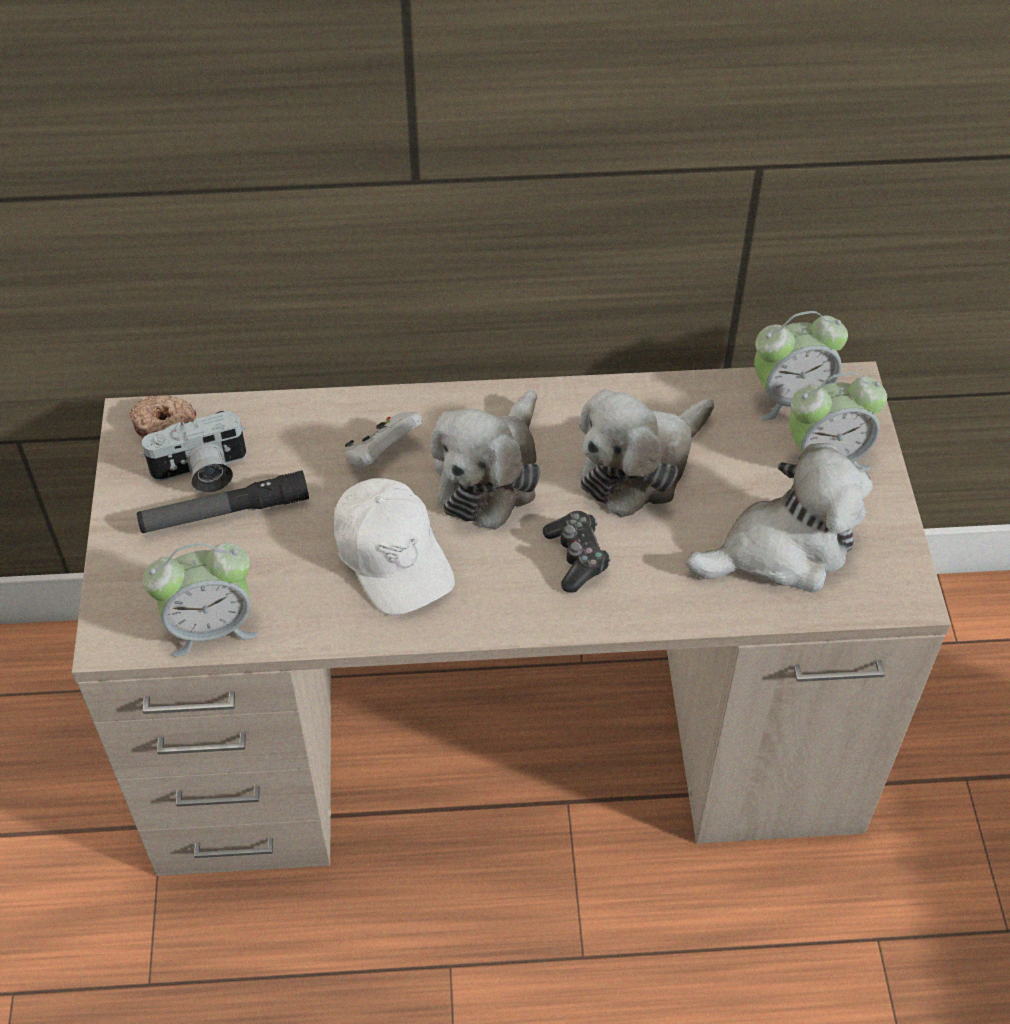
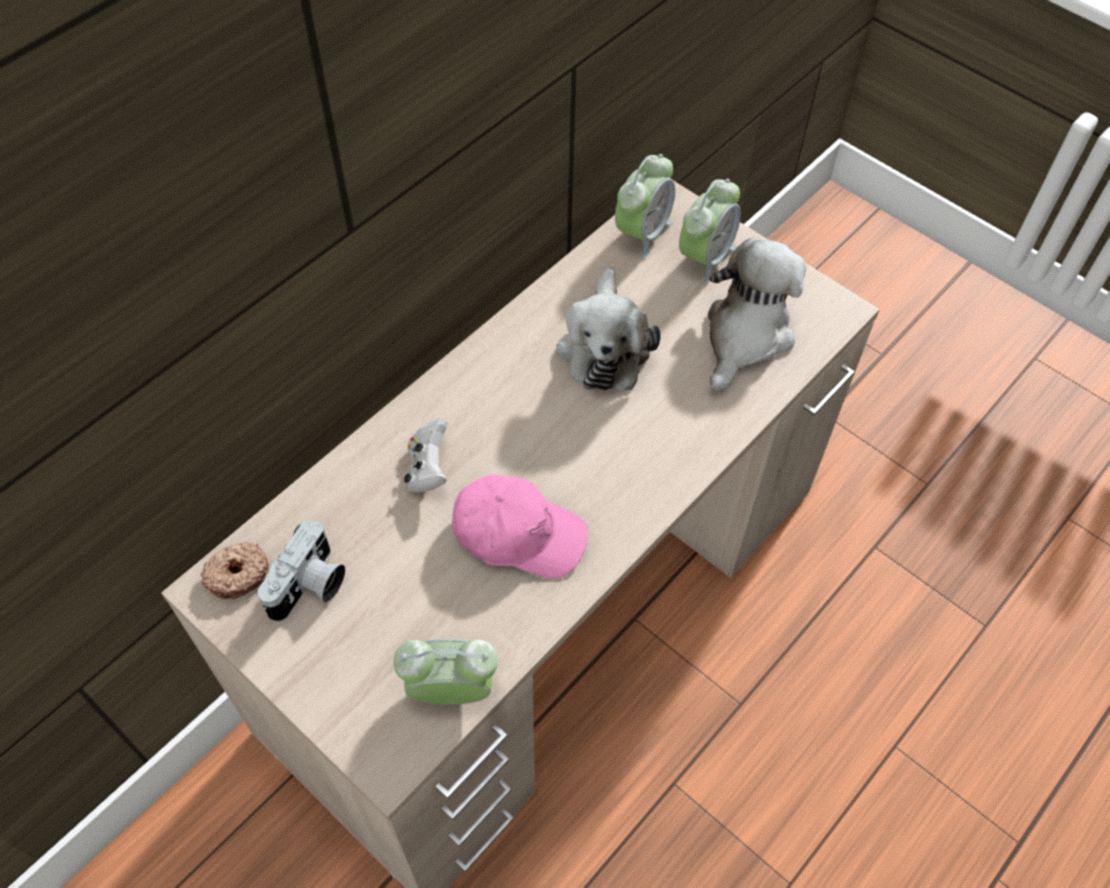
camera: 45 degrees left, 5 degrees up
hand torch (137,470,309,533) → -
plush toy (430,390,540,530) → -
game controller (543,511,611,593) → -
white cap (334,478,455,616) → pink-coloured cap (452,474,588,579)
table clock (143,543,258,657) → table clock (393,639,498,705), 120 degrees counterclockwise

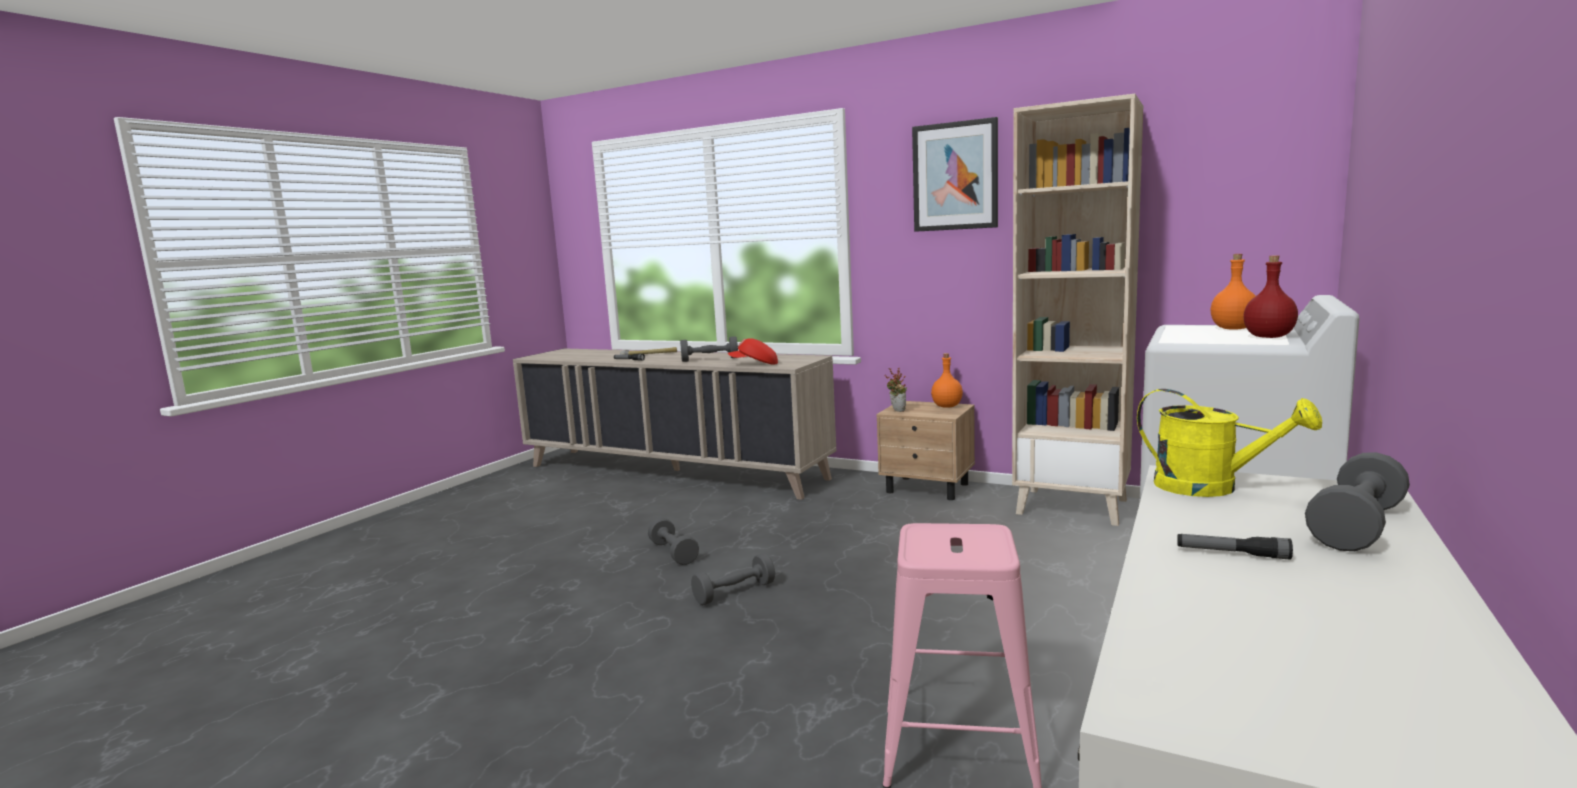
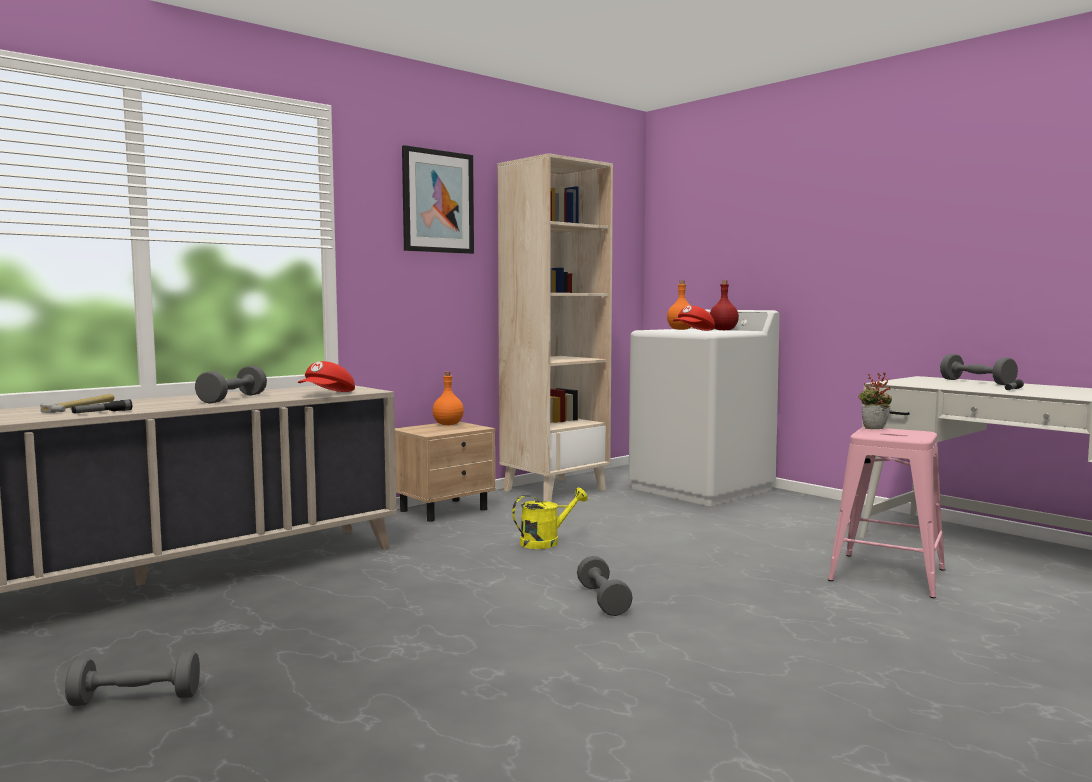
camera: 70 degrees left, 5 degrees down
- → red-coloured cap (673,306,715,331)
grey free weight (648,518,699,565) → grey free weight (65,651,200,706), relocated
houseplant (884,368,907,412) → houseplant (858,373,892,429), relocated
yellowish watering pot (1137,389,1322,497) → yellowish watering pot (512,488,588,549), relocated

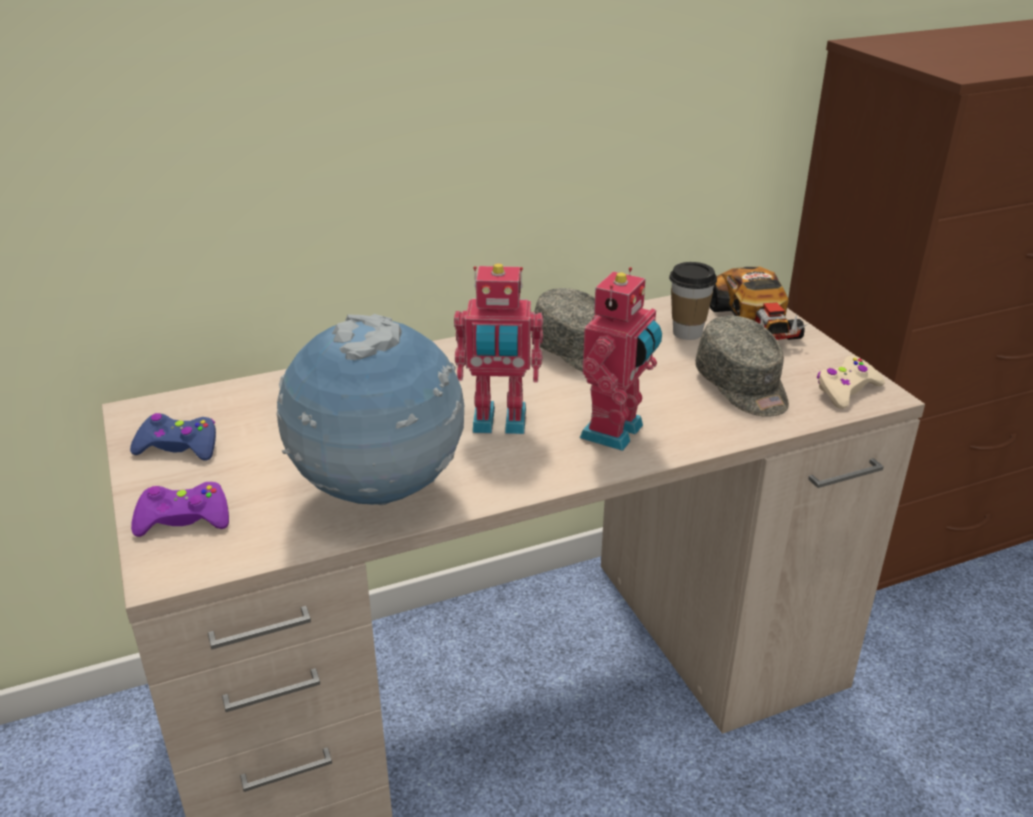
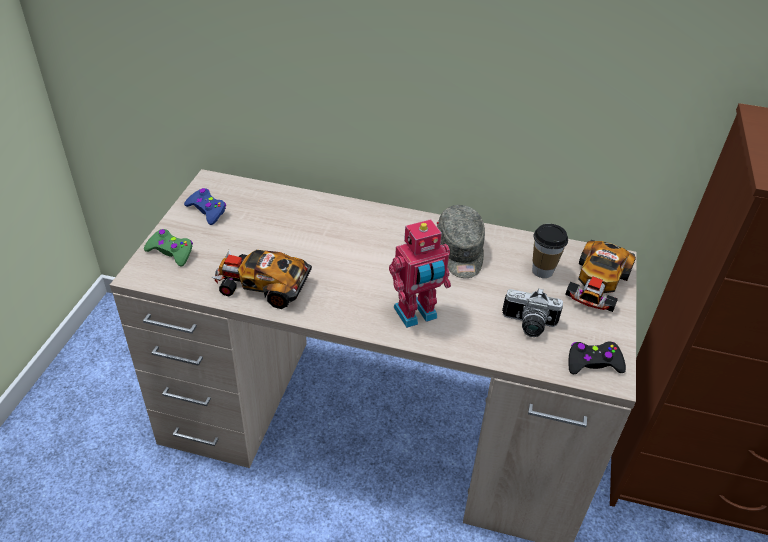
camera: 35 degrees right, 10 degrees up
model robot (454,263,543,434) → -
world globe (276,314,464,505) → toy car (211,250,312,309)
grey cap (695,316,789,417) → photo camera (502,288,563,337)
purplish game controller (131,482,229,537) → greenish game controller (144,229,193,267)
beige-coloured game controller (817,356,885,409) → blackish game controller (569,342,626,374)

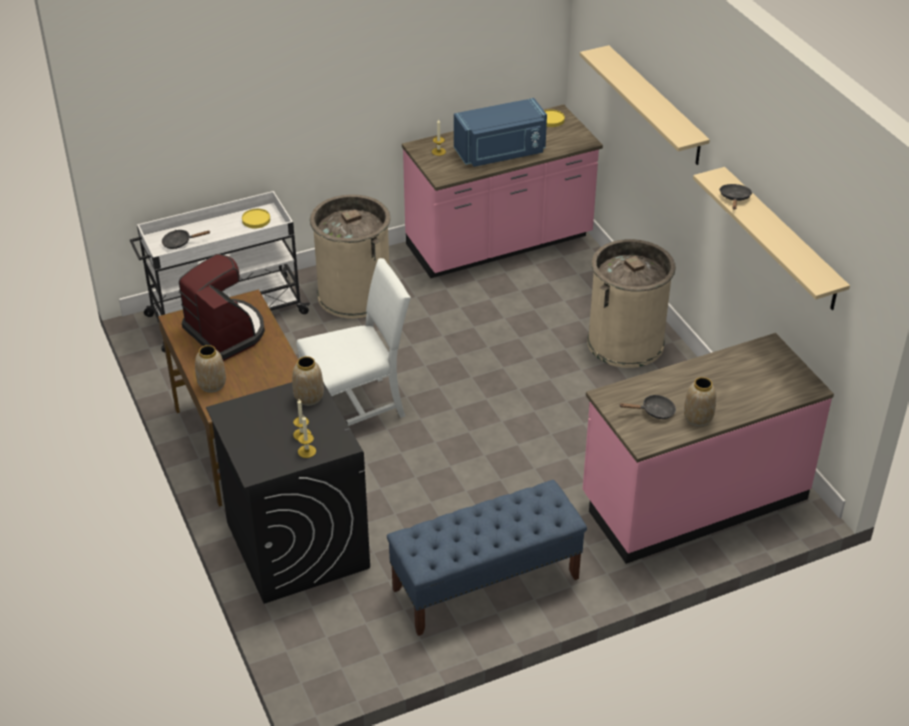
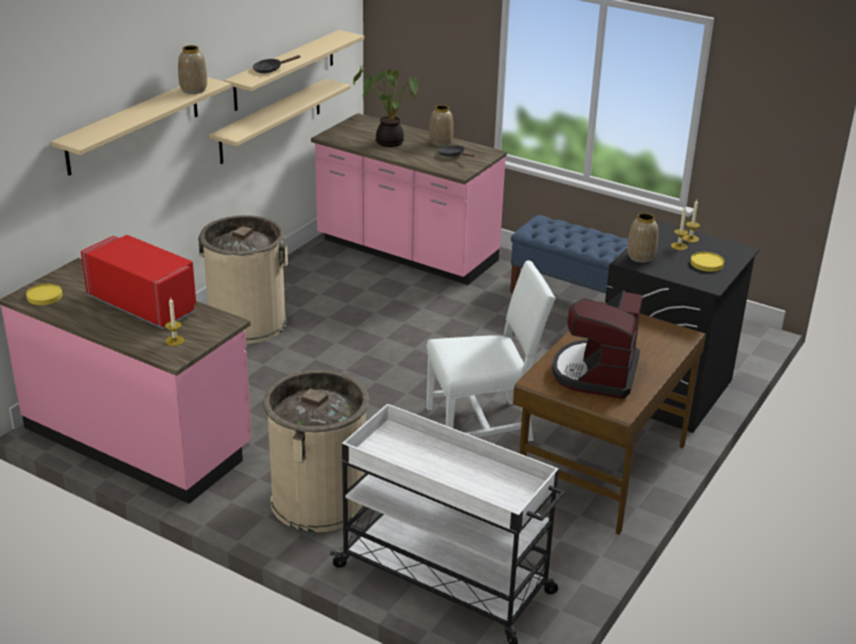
camera: 125 degrees left, 10 degrees down
blackish frying pan (162,230,211,249) → -
- → beige-coloured bracket shelf (209,79,351,164)
- → houseplant (353,66,418,147)
vase (195,345,226,393) → vase (178,45,207,94), relocated
yellowish flat dish (242,209,270,228) → yellowish flat dish (690,252,724,272), relocated
blue-coloured microwave oven (454,98,547,167) → red-coloured microwave oven (81,235,196,329)
white chair (296,258,411,426) → white chair (426,260,556,441), 135 degrees clockwise

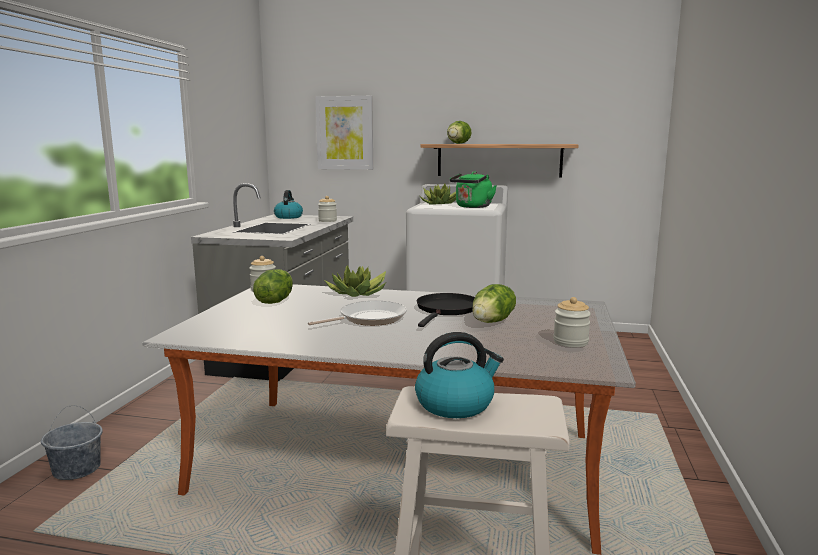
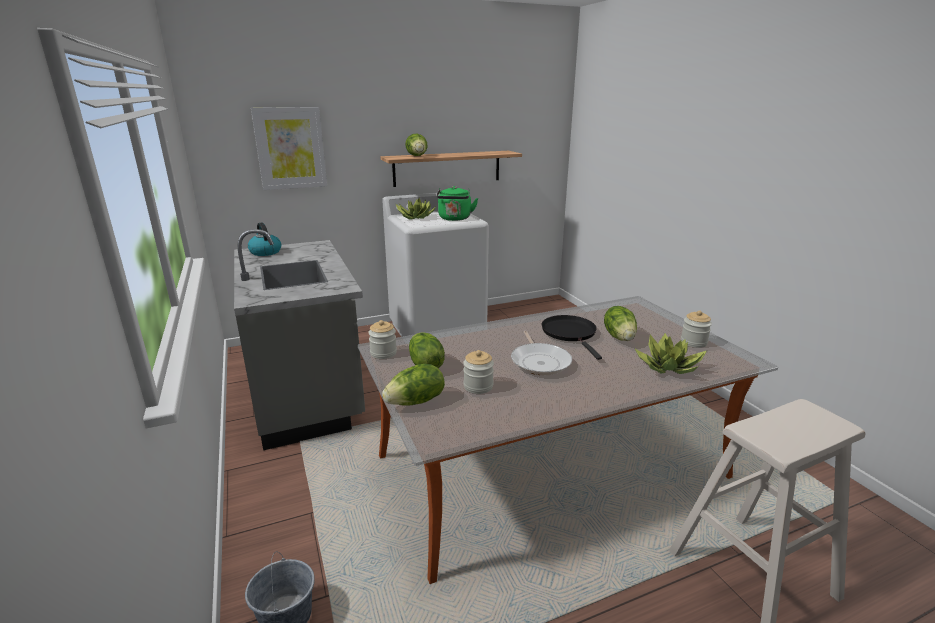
camera: 35 degrees left, 10 degrees up
tea kettle (415,332,504,418) → -
- → head of lettuce (382,364,445,406)
jar (318,196,337,222) → jar (463,350,494,394), relocated
houseplant (325,265,386,297) → houseplant (635,333,707,374), relocated
frying pan (308,301,407,326) → frying pan (511,331,572,375), 150 degrees clockwise

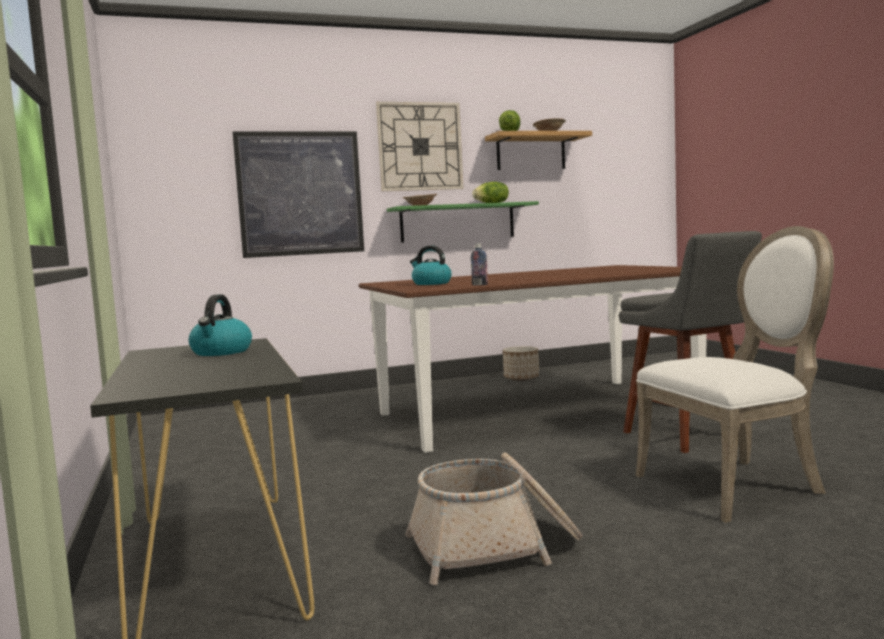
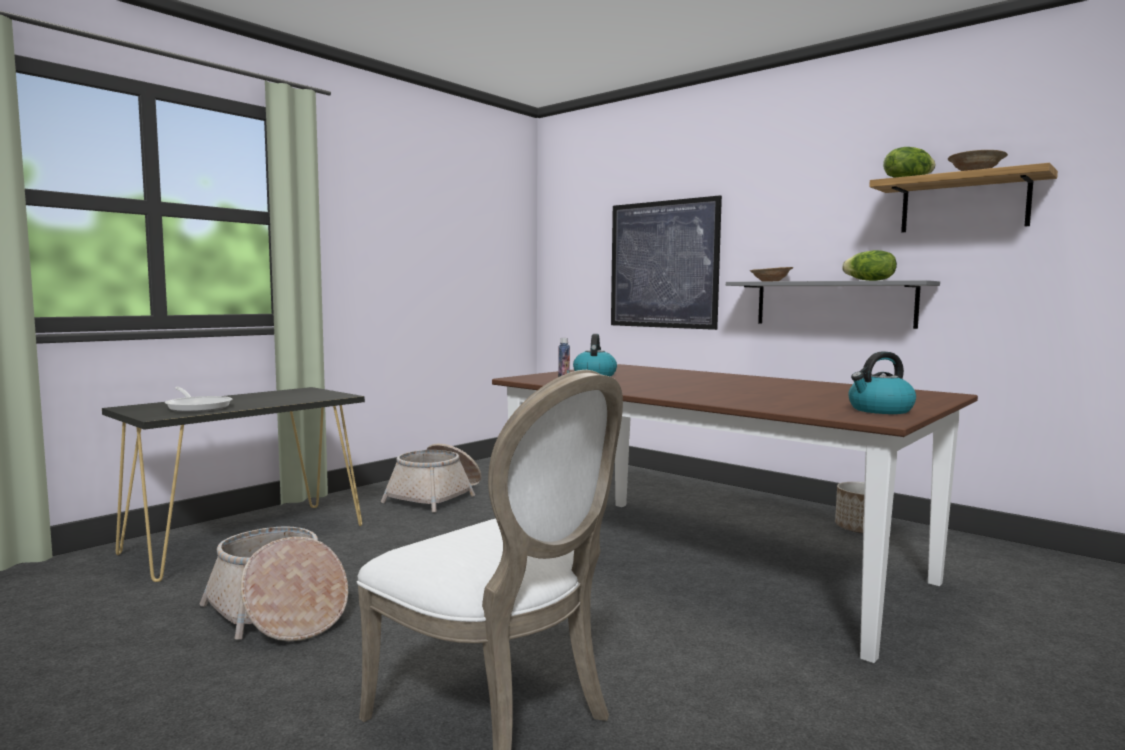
camera: 60 degrees right, 0 degrees up
wall clock (376,102,464,191) → -
grey sitting stool (619,231,762,453) → -
- → frying pan (165,387,232,412)
- → household basket (381,444,482,512)
tea kettle (189,294,252,356) → tea kettle (848,351,916,414), relocated
greenish bracket shelf (387,201,539,243) → grey bracket shelf (726,280,940,329)

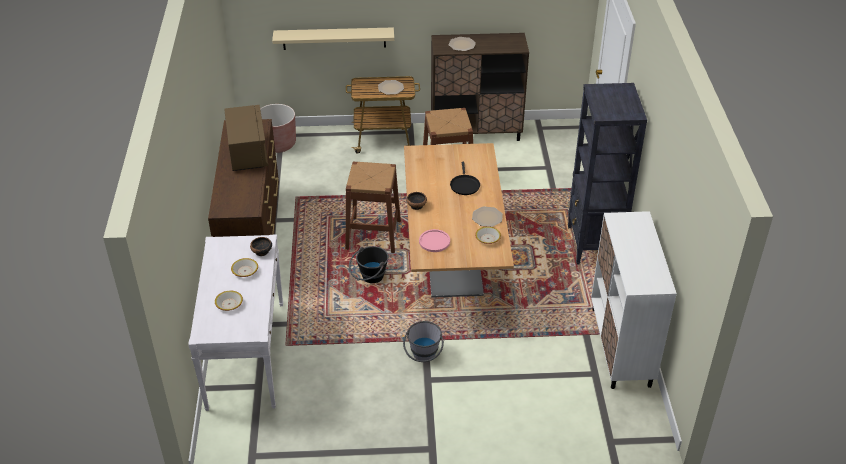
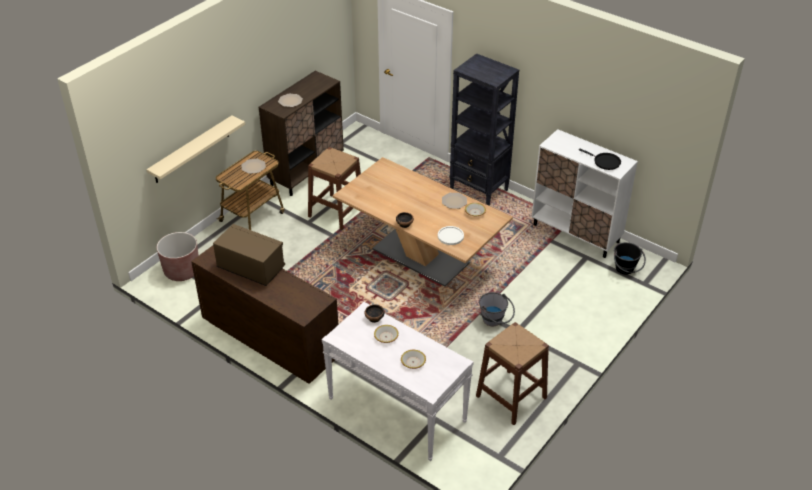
camera: 50 degrees left, 0 degrees up
brown sitting stool (345,162,401,253) → brown sitting stool (476,322,549,425), relocated
blackish water bucket (349,246,389,283) → blackish water bucket (614,242,646,275), relocated
blackish frying pan (450,162,480,195) → blackish frying pan (579,149,621,170), relocated
pink-coloured flat dish (419,229,450,252) → white flat dish (438,226,464,245)

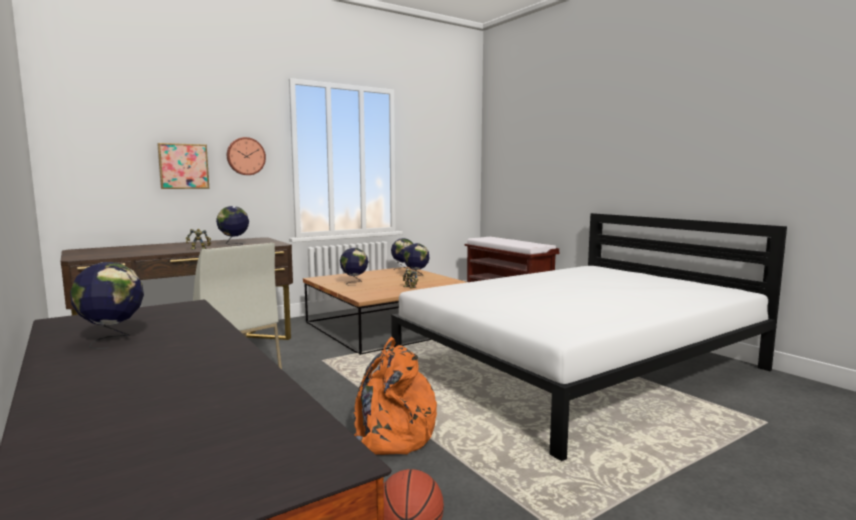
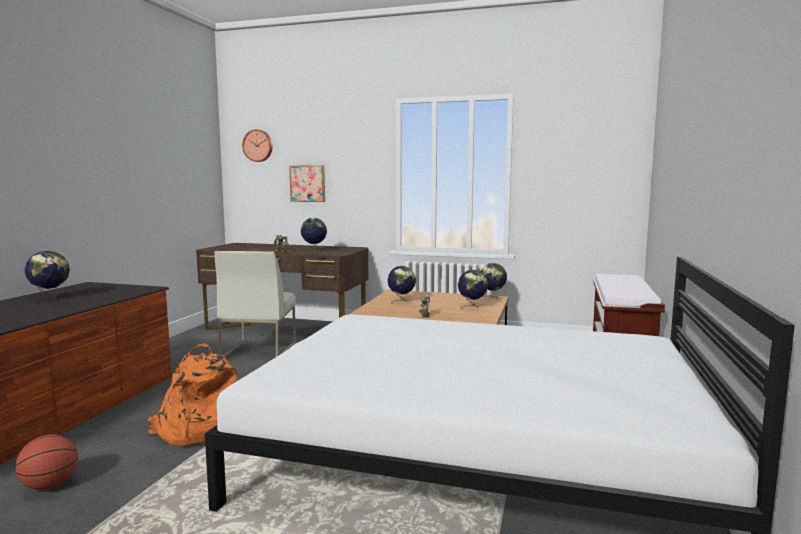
camera: 50 degrees right, 0 degrees up
wall clock (227,137,266,175) → wall clock (242,129,273,162), relocated

